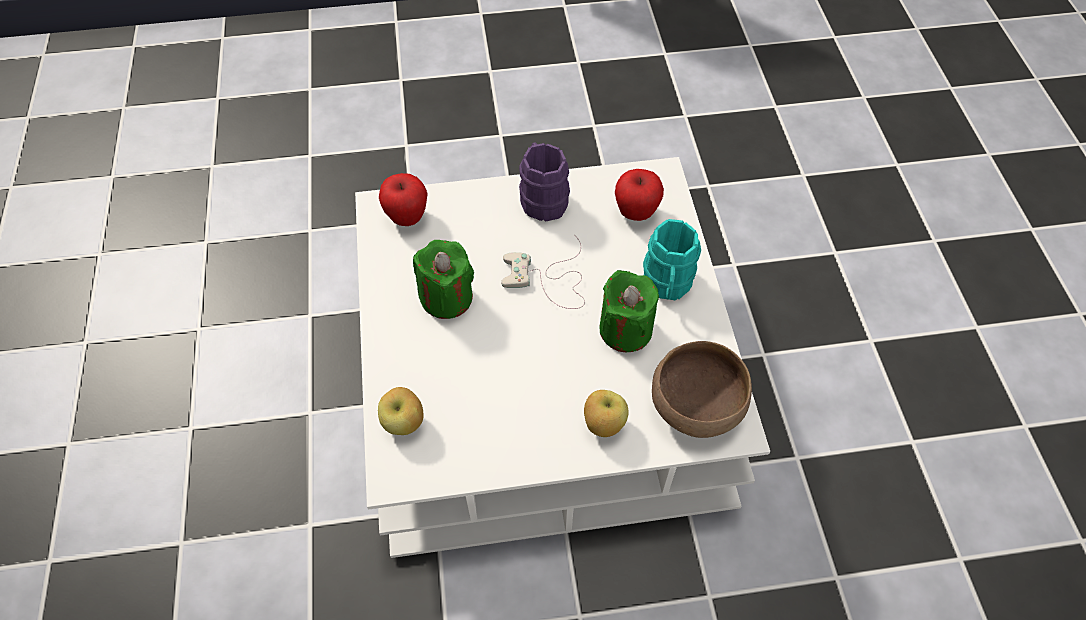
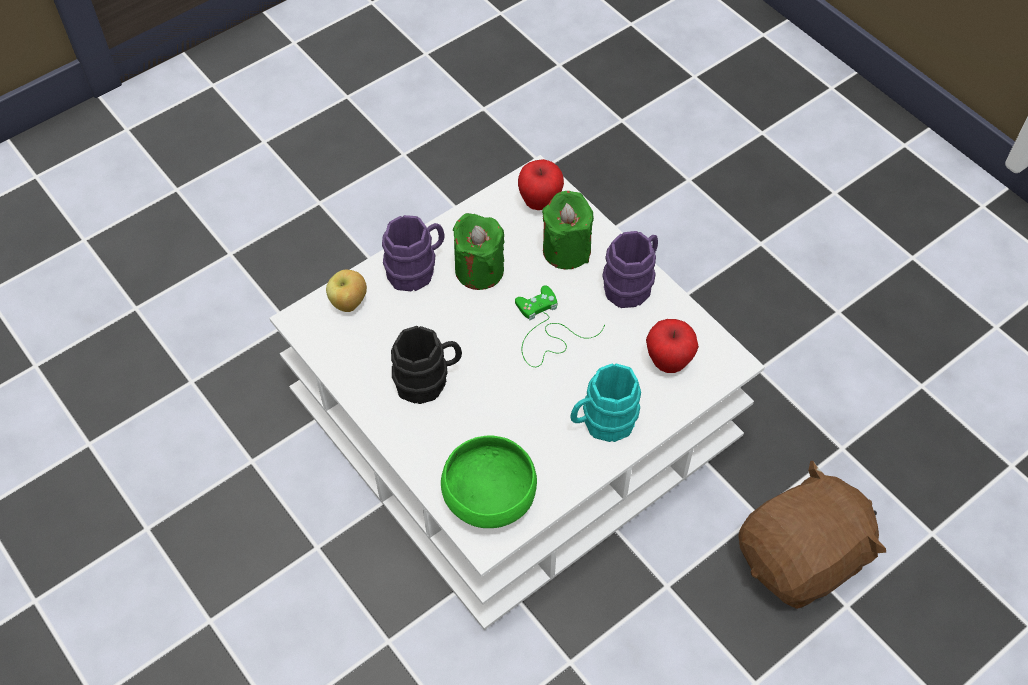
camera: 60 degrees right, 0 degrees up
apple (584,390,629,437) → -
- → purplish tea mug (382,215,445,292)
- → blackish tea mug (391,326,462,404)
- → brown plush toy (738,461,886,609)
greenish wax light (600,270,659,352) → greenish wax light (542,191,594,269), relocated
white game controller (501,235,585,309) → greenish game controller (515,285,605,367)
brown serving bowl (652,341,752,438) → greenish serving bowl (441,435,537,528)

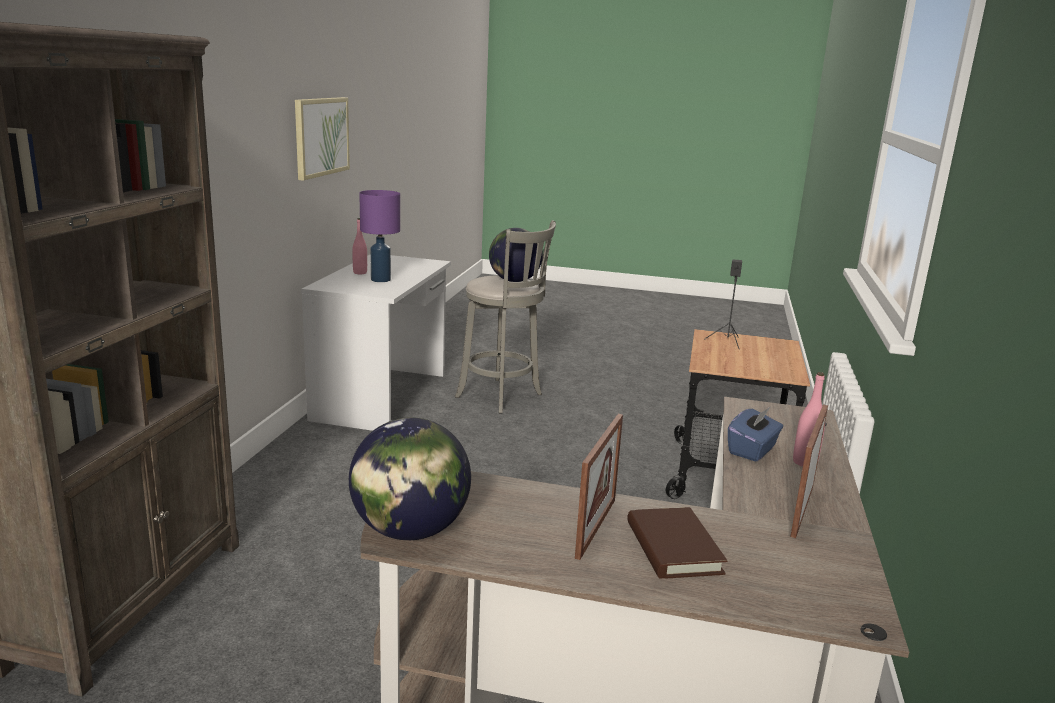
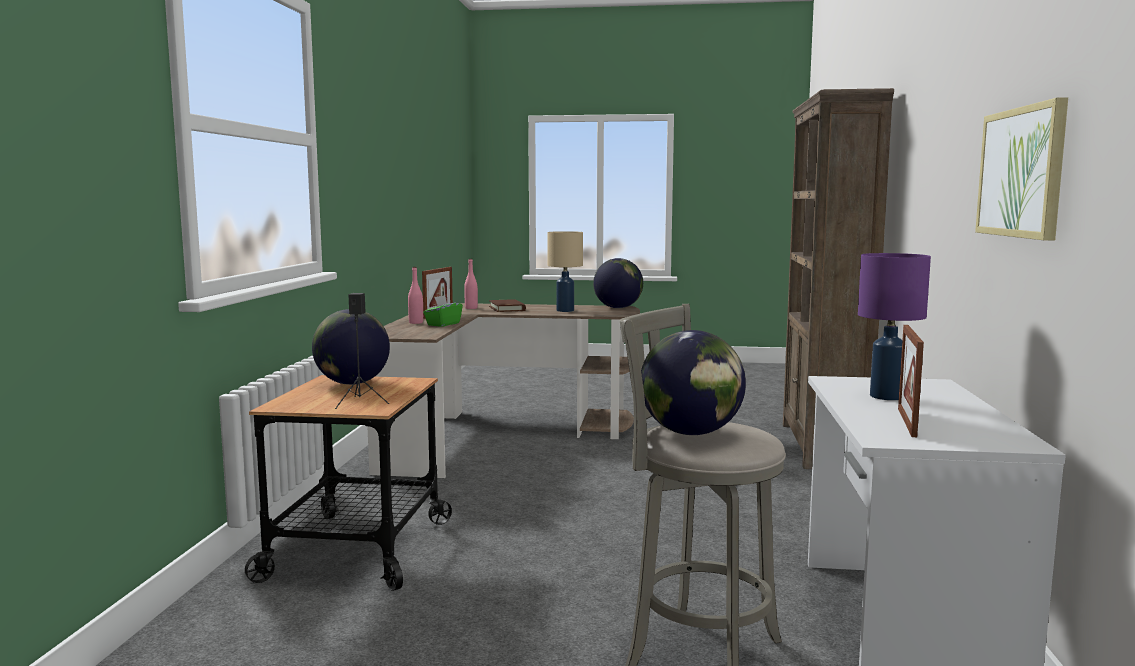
camera: 175 degrees right, 10 degrees down
- → world globe (312,309,390,385)
- → beige-coloured tabletop lamp (547,231,583,312)
pink-coloured bottle (352,218,367,274) → pink-coloured bottle (464,258,478,309), relocated
standing frame (575,414,623,560) → standing frame (898,325,924,437), relocated
blue-coloured tissue box (728,407,783,462) → greenish tissue box (423,295,463,327)

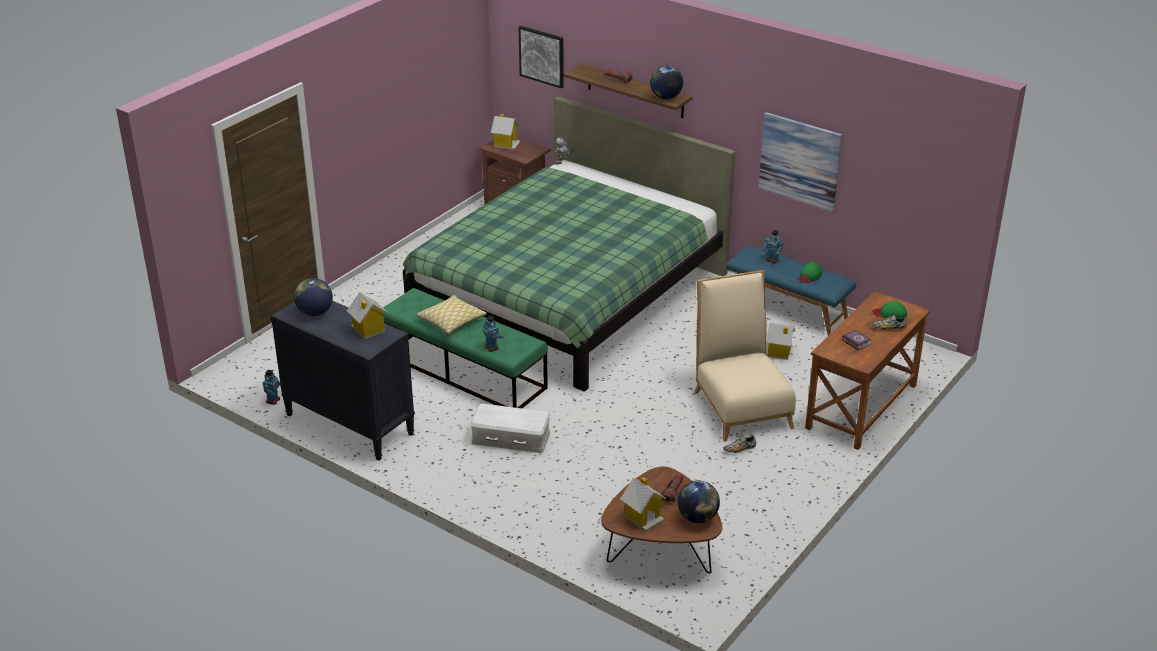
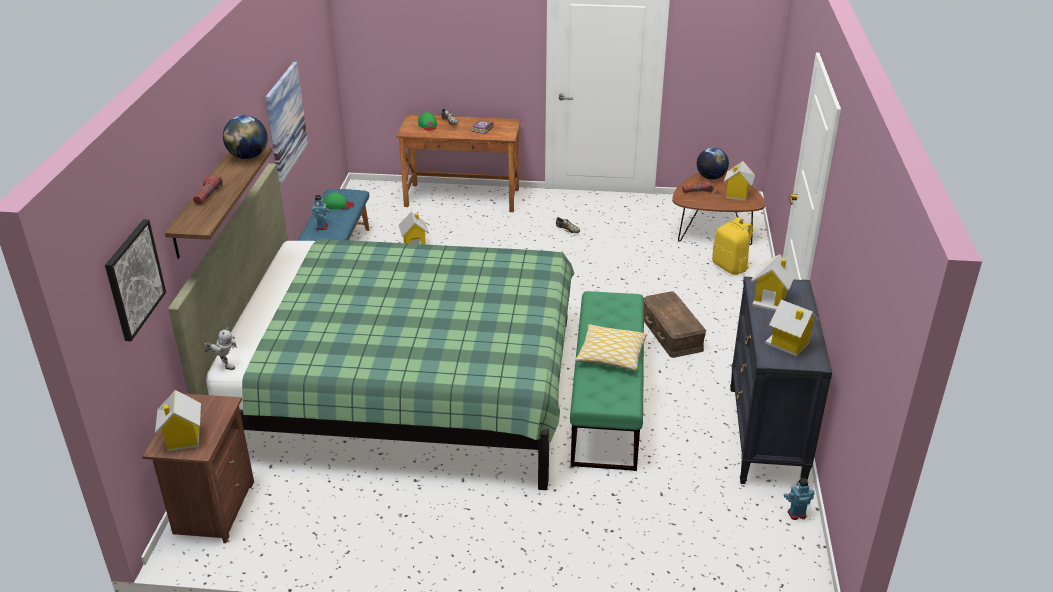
camera: 120 degrees left, 0 degrees up
model robot (483,316,504,352) → -
beige-coloured chair (694,270,796,442) → -
- → yellowish knapsack (712,217,753,275)
world globe (294,278,333,316) → toy house (765,300,819,356)
white storage box (470,404,550,453) → brown storage box (644,291,706,358)

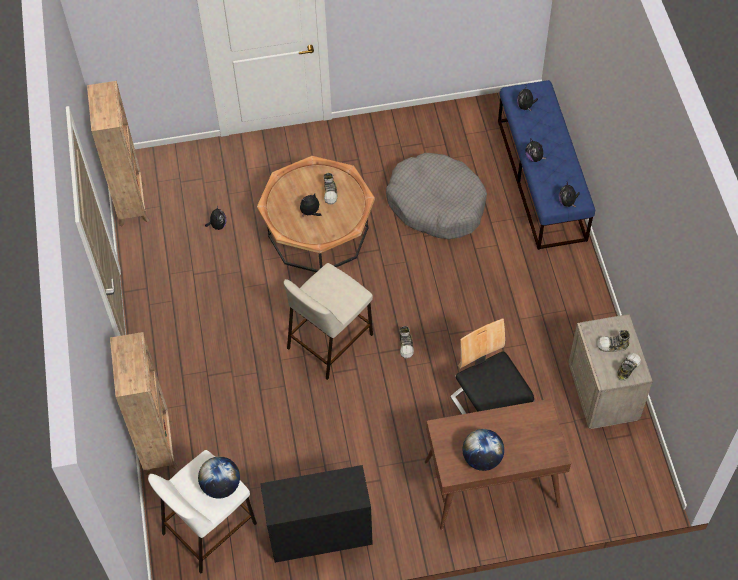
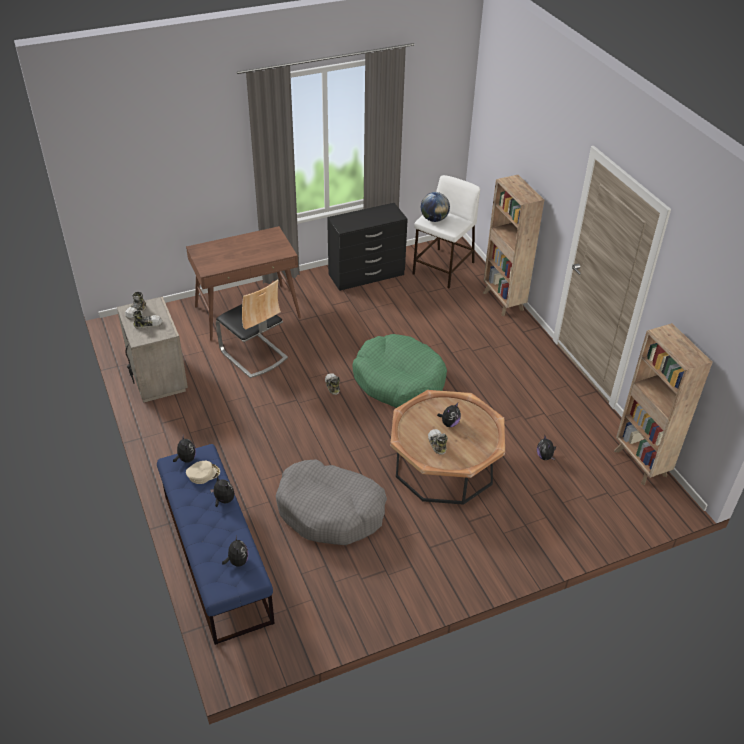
camera: 165 degrees right, 15 degrees down
world globe (462,429,504,471) → -
- → beige-coloured cap (186,461,220,484)
beige-coloured sitting stool (284,263,373,380) → greenish dog cushion (352,334,447,408)

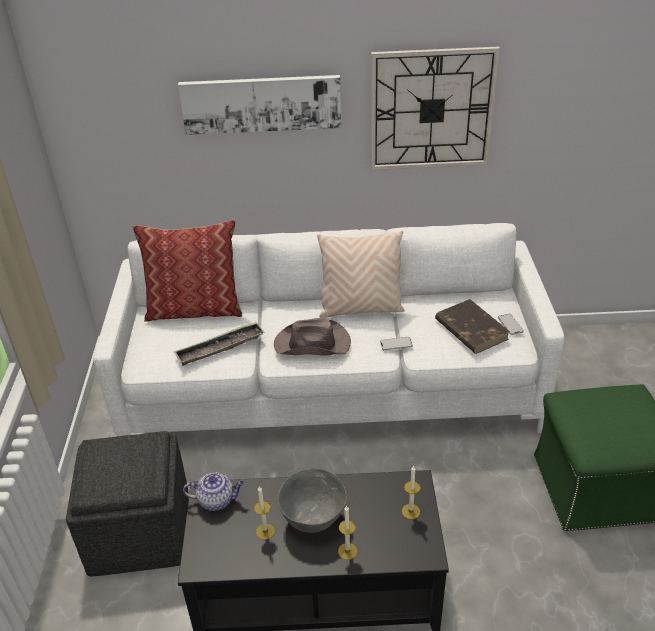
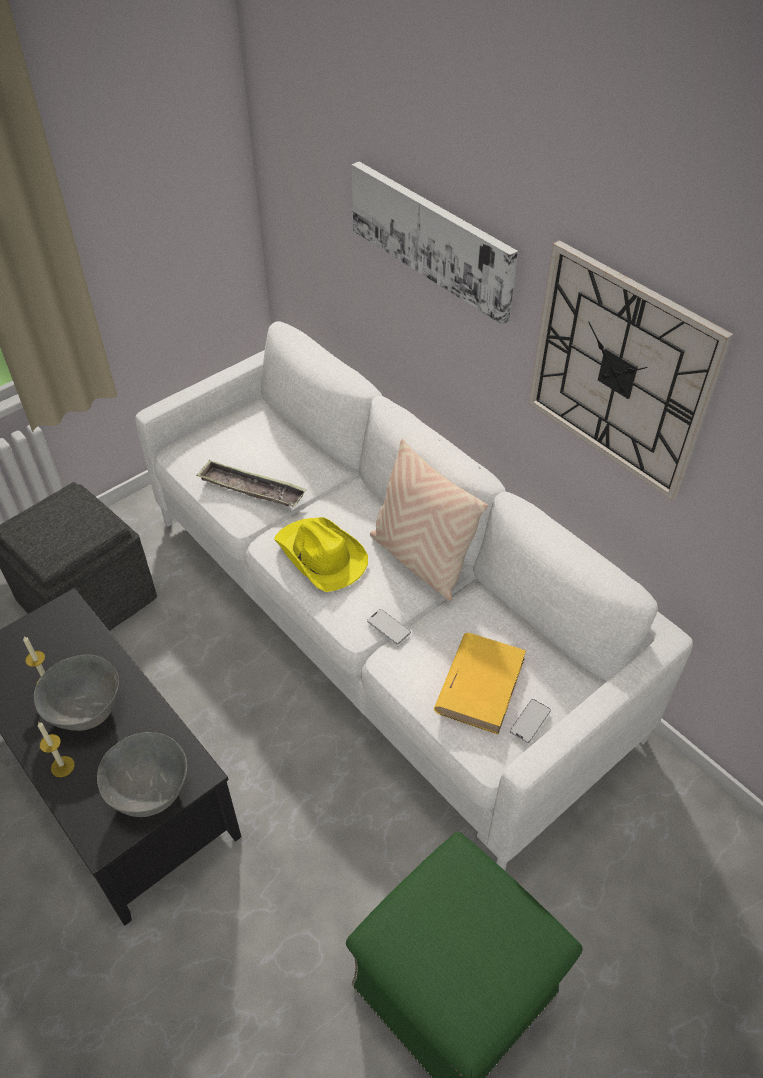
camera: 50 degrees right, 10 degrees up
throw pillow (132,219,242,322) → -
teapot (183,472,244,511) → -
wax light (402,465,420,519) → grey serving bowl (97,732,187,817)
brown hat (274,318,351,356) → yellowish hat (274,517,368,592)
brown book (435,299,510,354) → yellowish book (434,633,526,734)

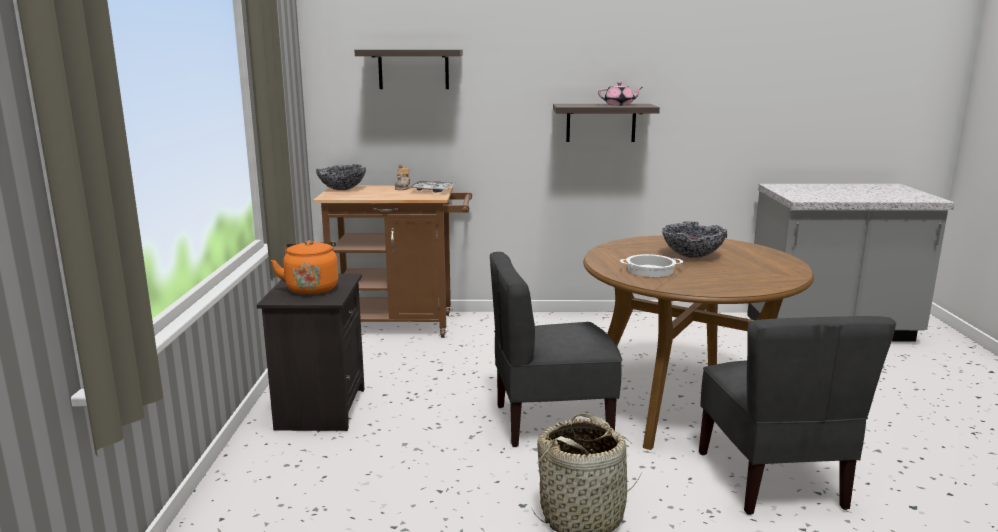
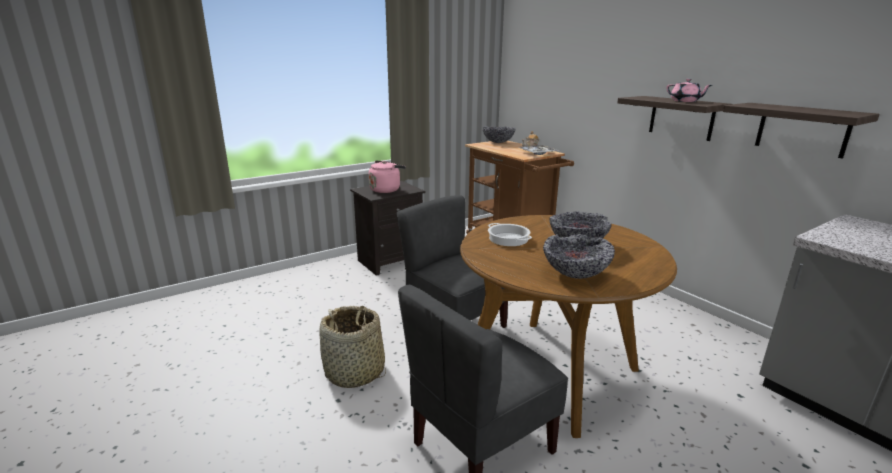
camera: 55 degrees right, 5 degrees up
- → serving bowl (543,234,615,279)
bracket shelf (354,49,463,89) → bracket shelf (723,103,880,159), relocated
orange tea kettle (271,240,338,295) → pink-coloured tea kettle (369,160,406,193)

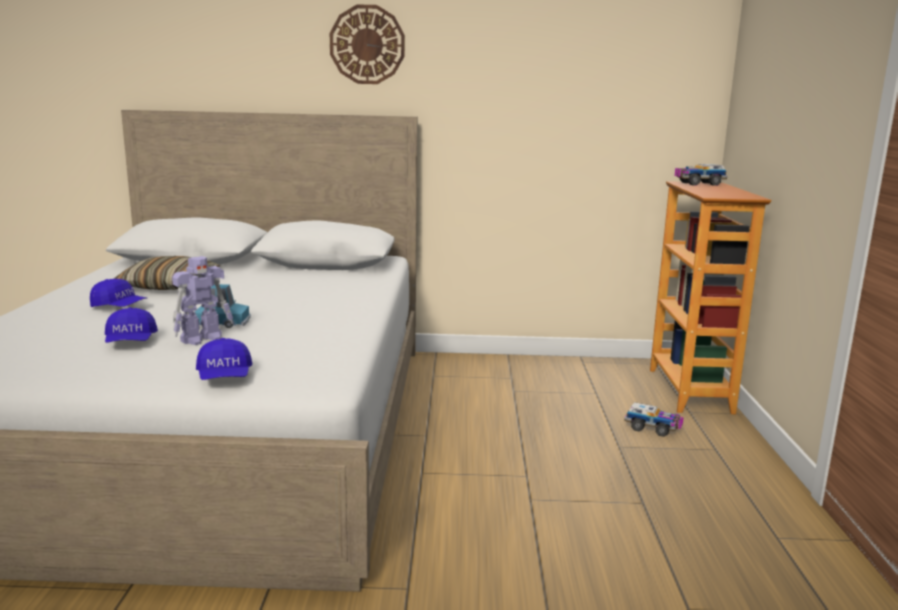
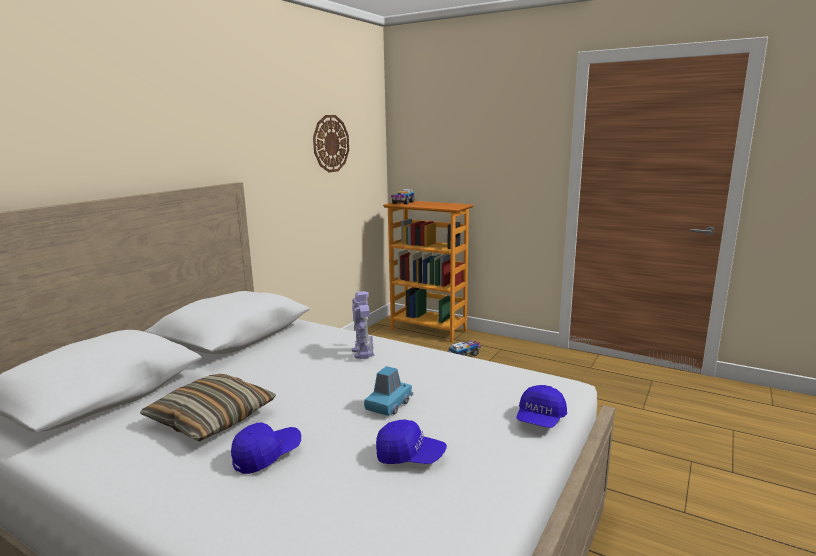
camera: 60 degrees left, 0 degrees up
model robot (172,256,233,345) → model robot (352,291,374,359), relocated
wall clock (330,4,405,84) → wall clock (313,115,349,172), relocated
blue-coloured cap (196,338,252,380) → blue-coloured cap (517,385,567,428), 105 degrees clockwise

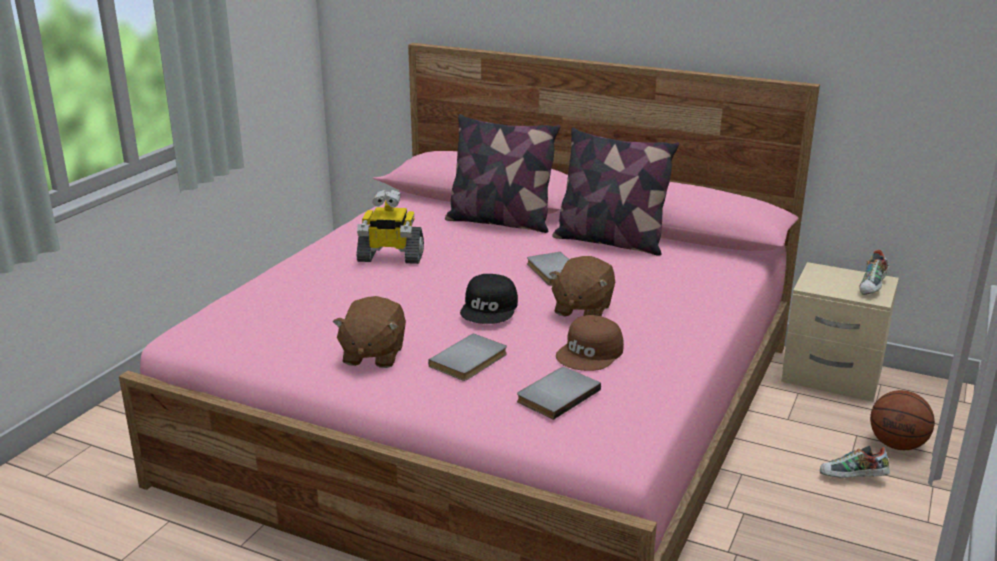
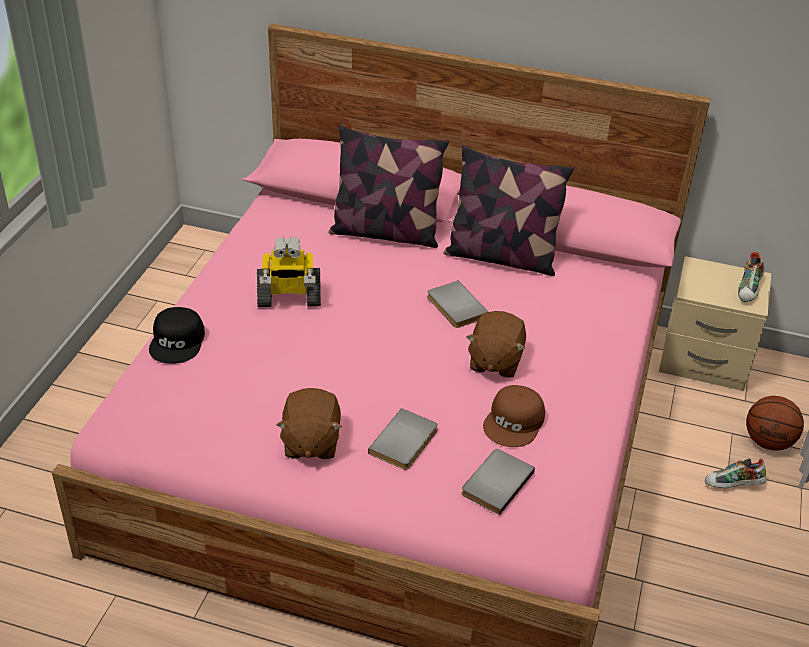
camera: 10 degrees left, 15 degrees up
blackish cap (460,274,518,324) → blackish cap (149,307,205,364), relocated

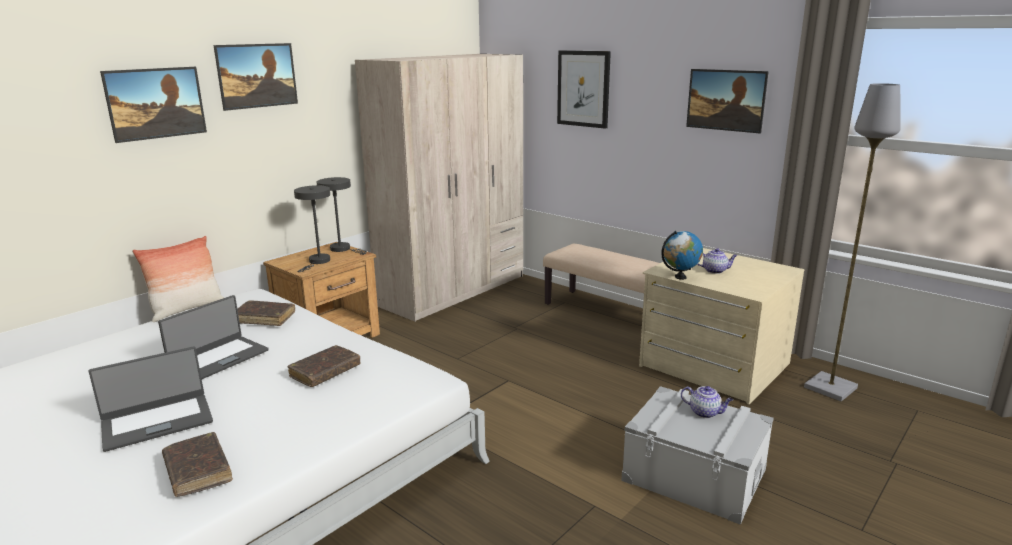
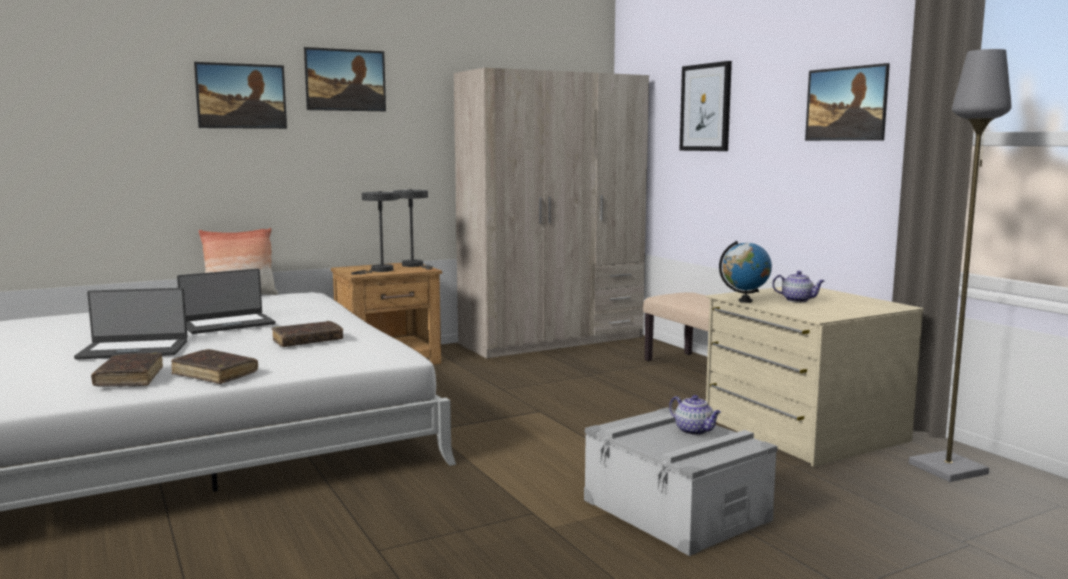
camera: 20 degrees right, 10 degrees down
brown book (237,300,295,326) → brown book (171,349,258,384), relocated

